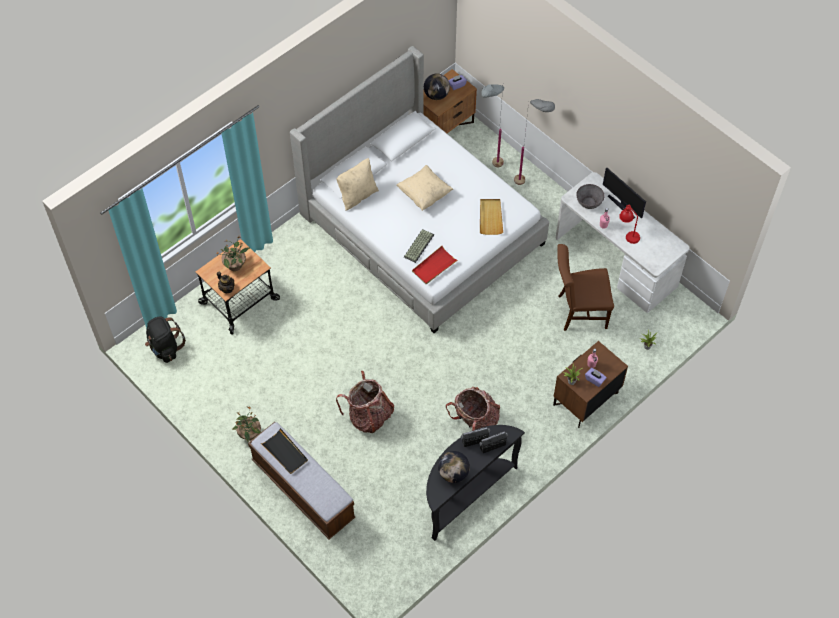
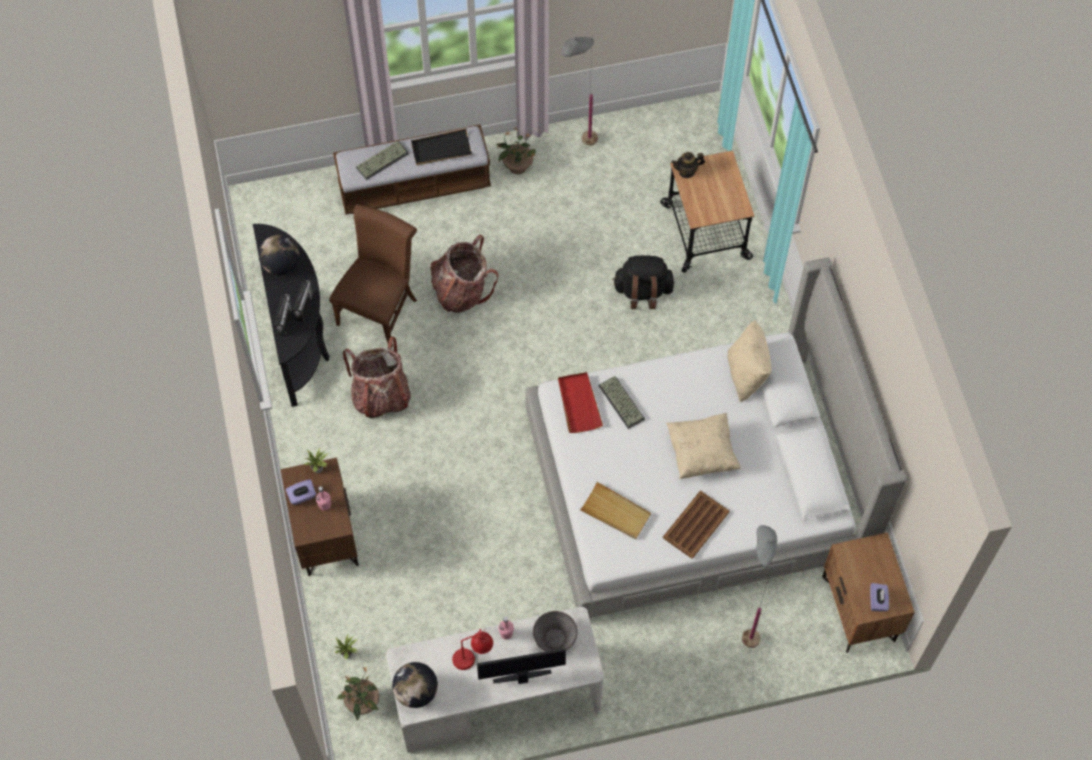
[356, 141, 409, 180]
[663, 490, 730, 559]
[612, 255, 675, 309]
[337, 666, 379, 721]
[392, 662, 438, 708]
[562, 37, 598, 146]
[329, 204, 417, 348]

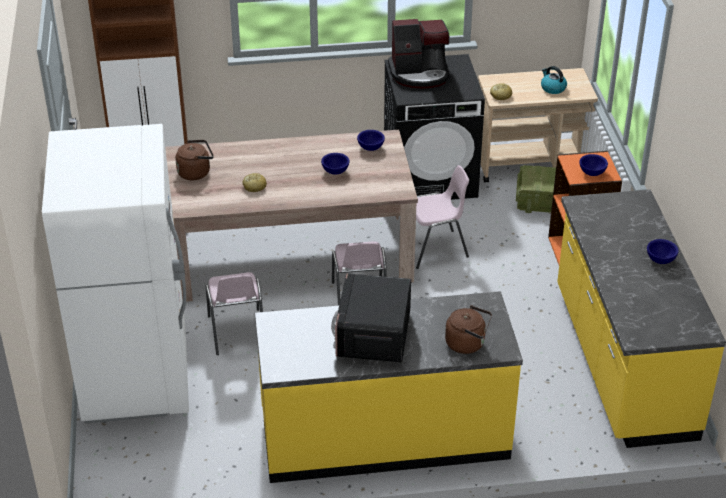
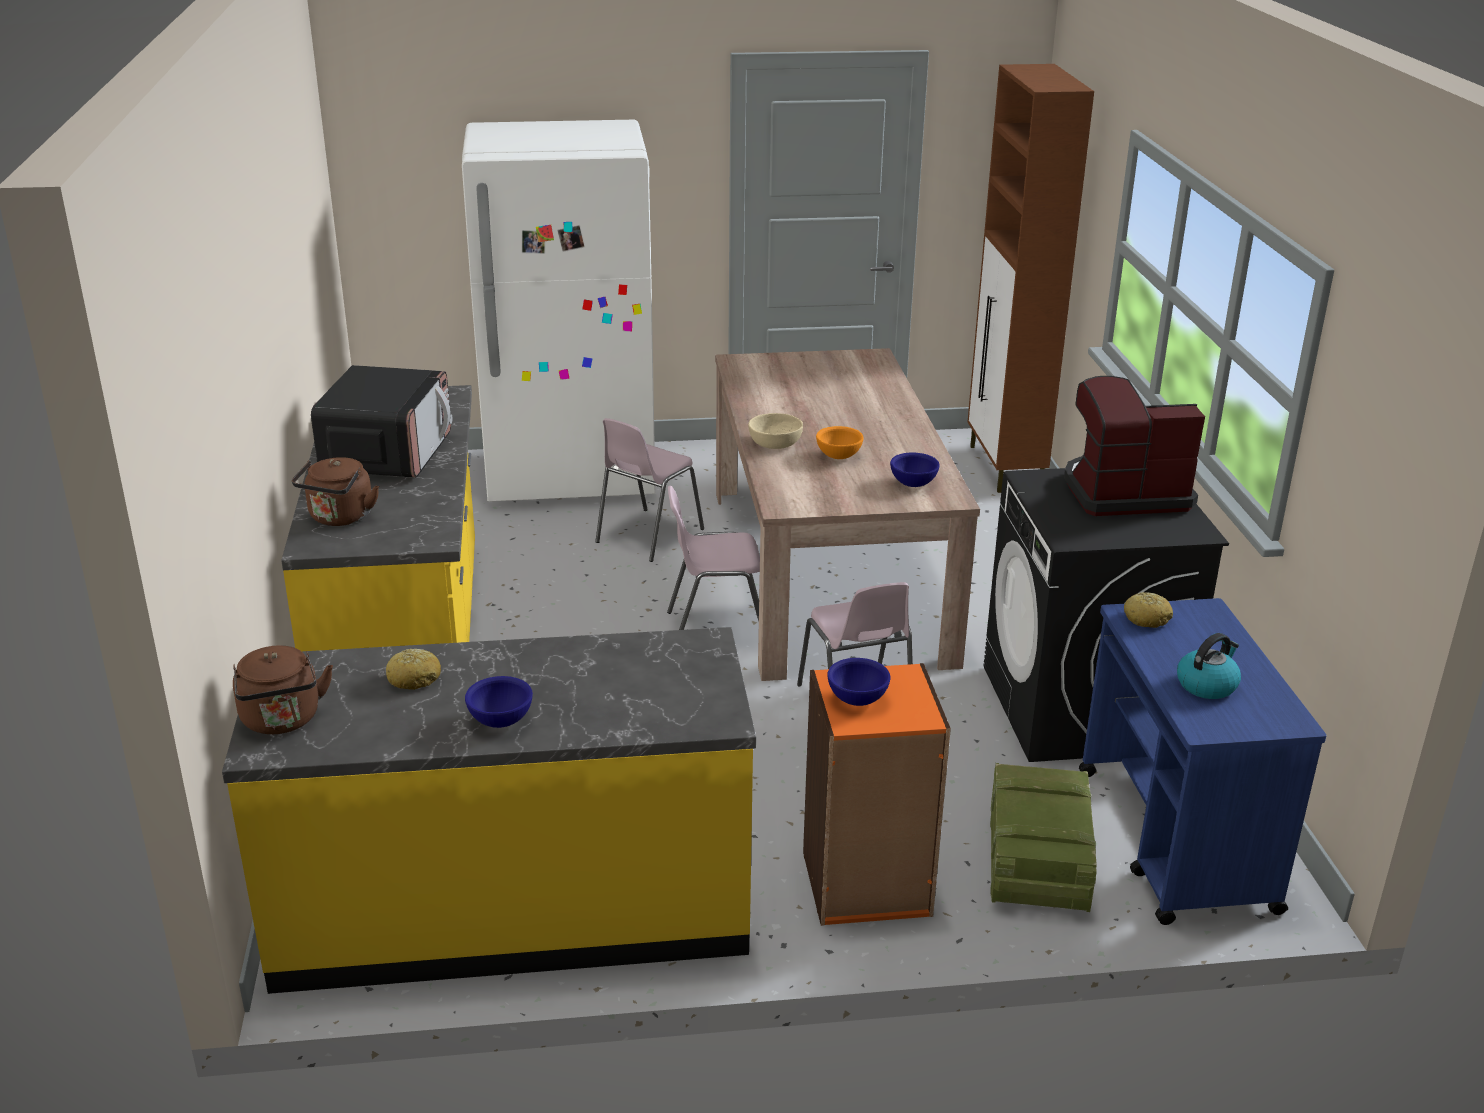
[748, 413, 803, 449]
[233, 645, 333, 734]
[386, 649, 441, 690]
[816, 426, 864, 459]
[1079, 598, 1327, 925]
[595, 418, 704, 562]
[311, 365, 453, 478]
[1064, 376, 1205, 516]

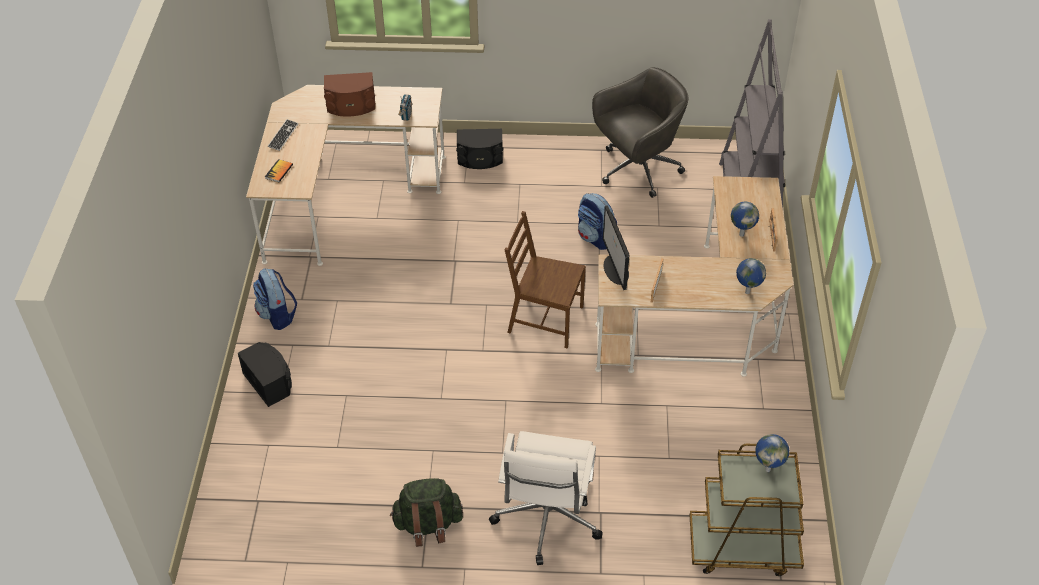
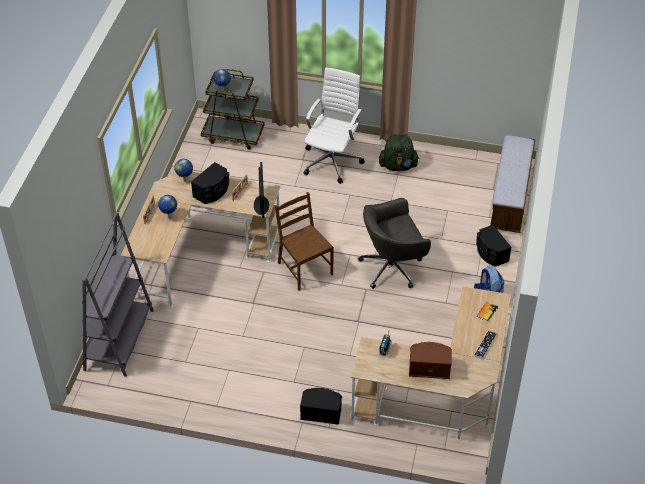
[578, 193, 617, 250] (first image)
[191, 162, 229, 204]
[490, 135, 535, 233]
[358, 198, 431, 289]
[275, 192, 334, 291]

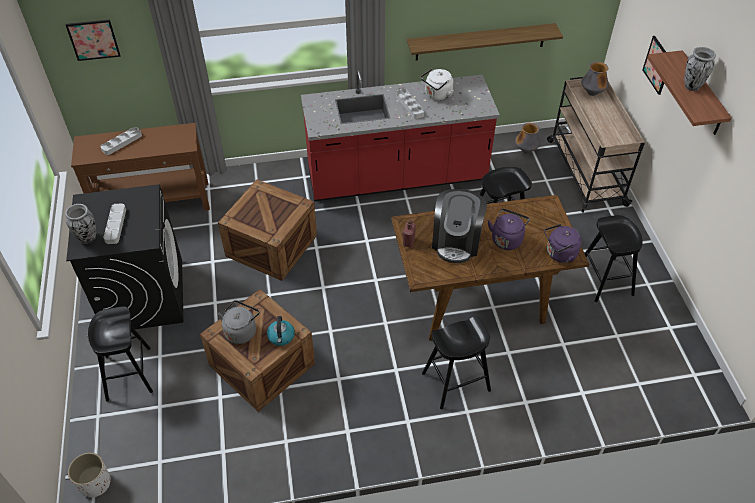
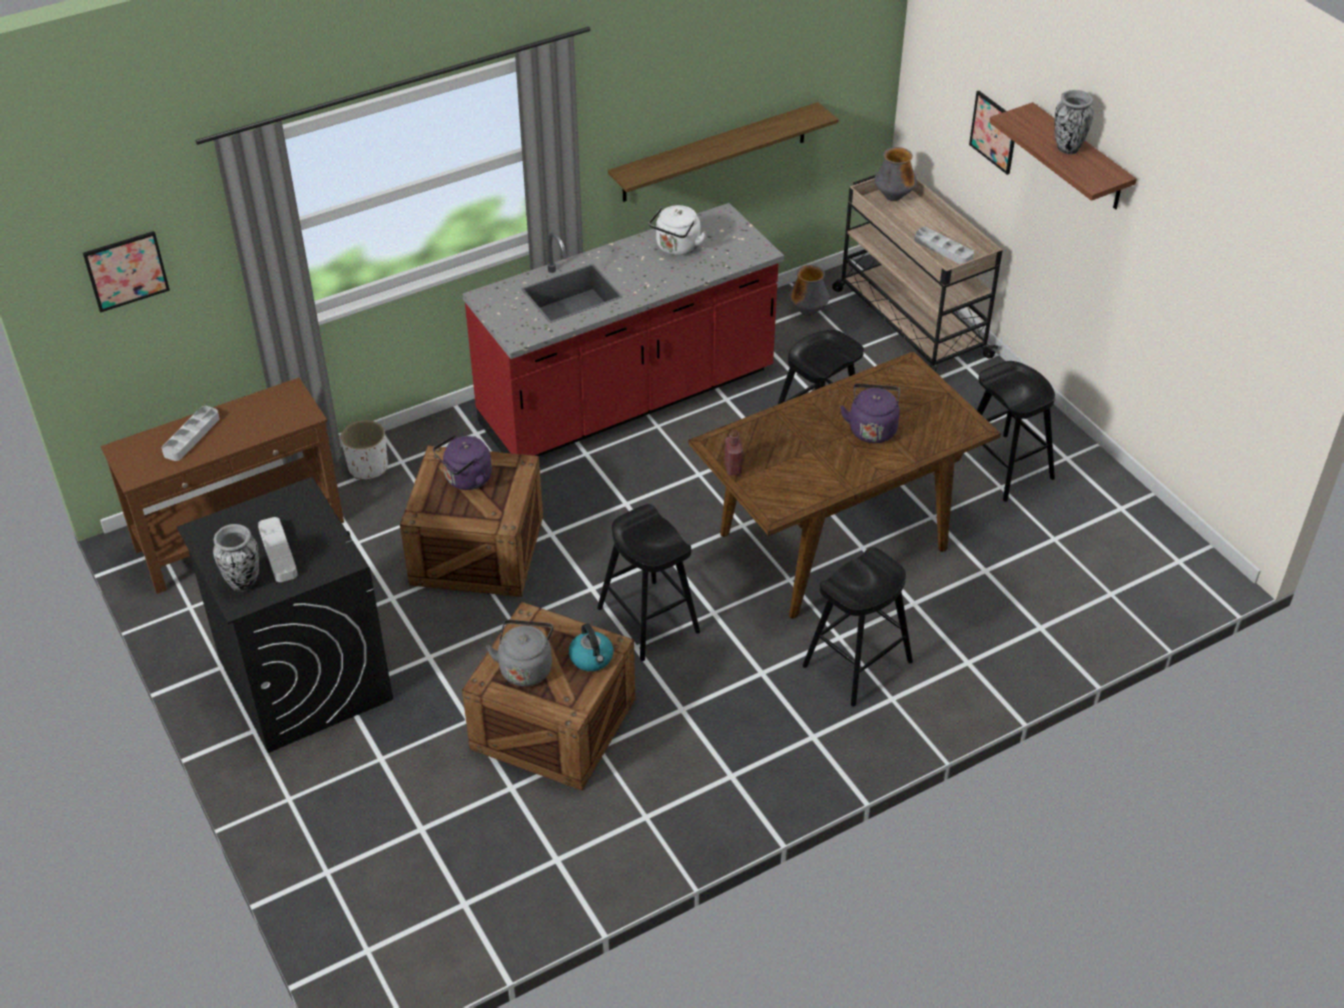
[432, 189, 487, 263] (first image)
[341, 420, 388, 479]
[597, 504, 700, 661]
[914, 227, 974, 264]
[433, 435, 492, 490]

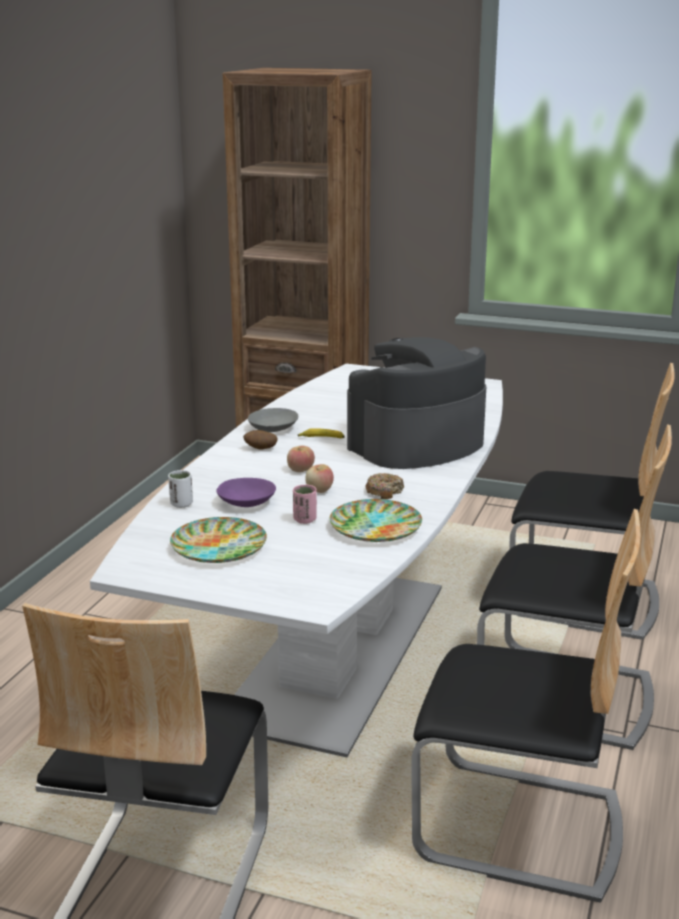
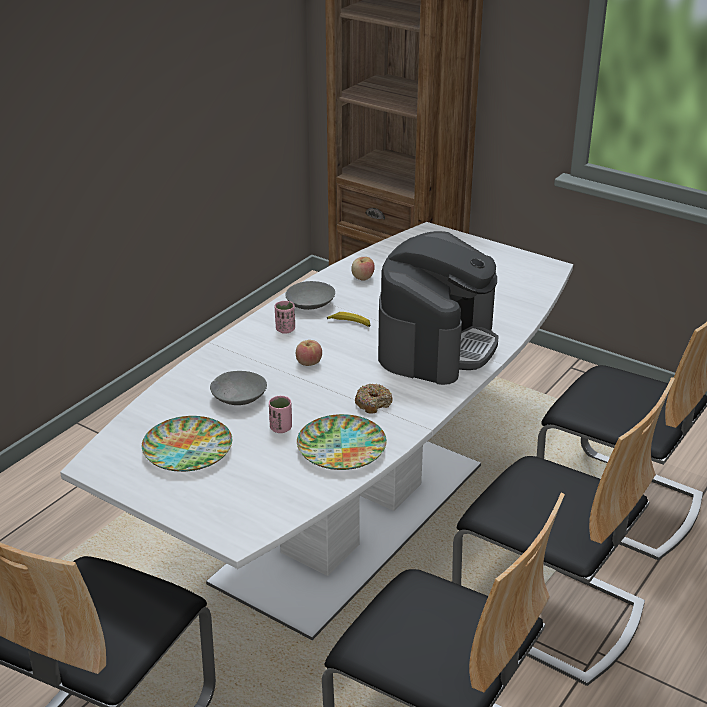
[168, 470, 193, 508] (first image)
[351, 257, 375, 280]
[275, 301, 295, 334]
[210, 371, 267, 405]
[378, 231, 499, 385]

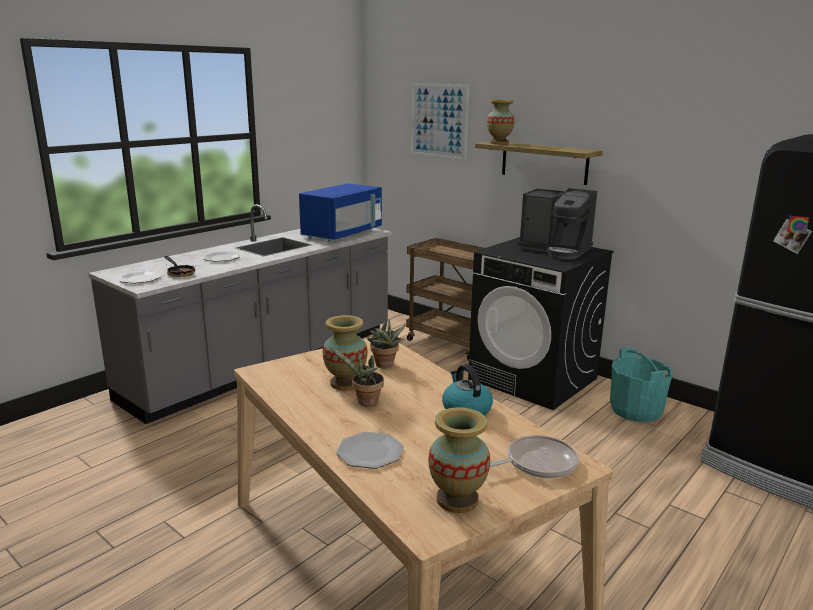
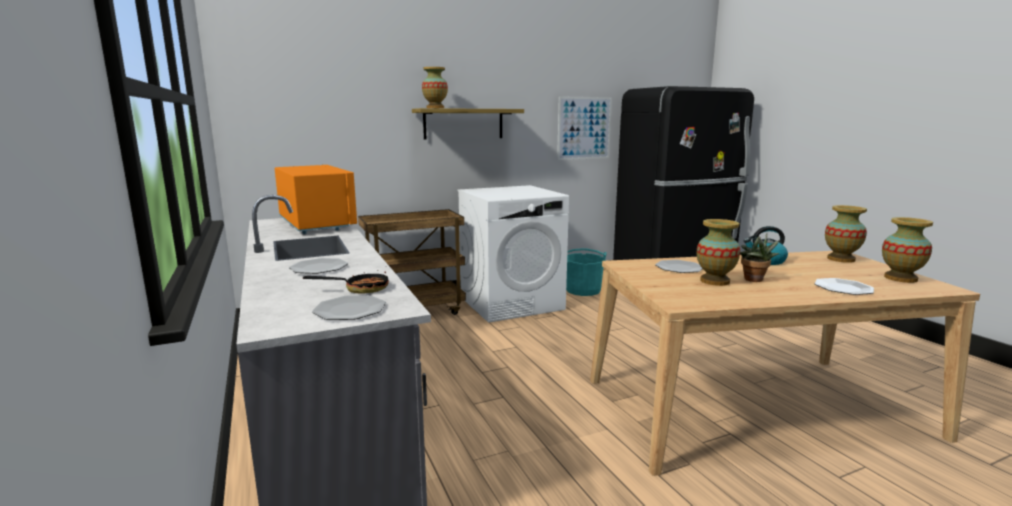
[517, 188, 597, 260] (first image)
[557, 96, 612, 160]
[655, 260, 703, 273]
[825, 205, 867, 263]
[275, 165, 357, 234]
[458, 185, 569, 323]

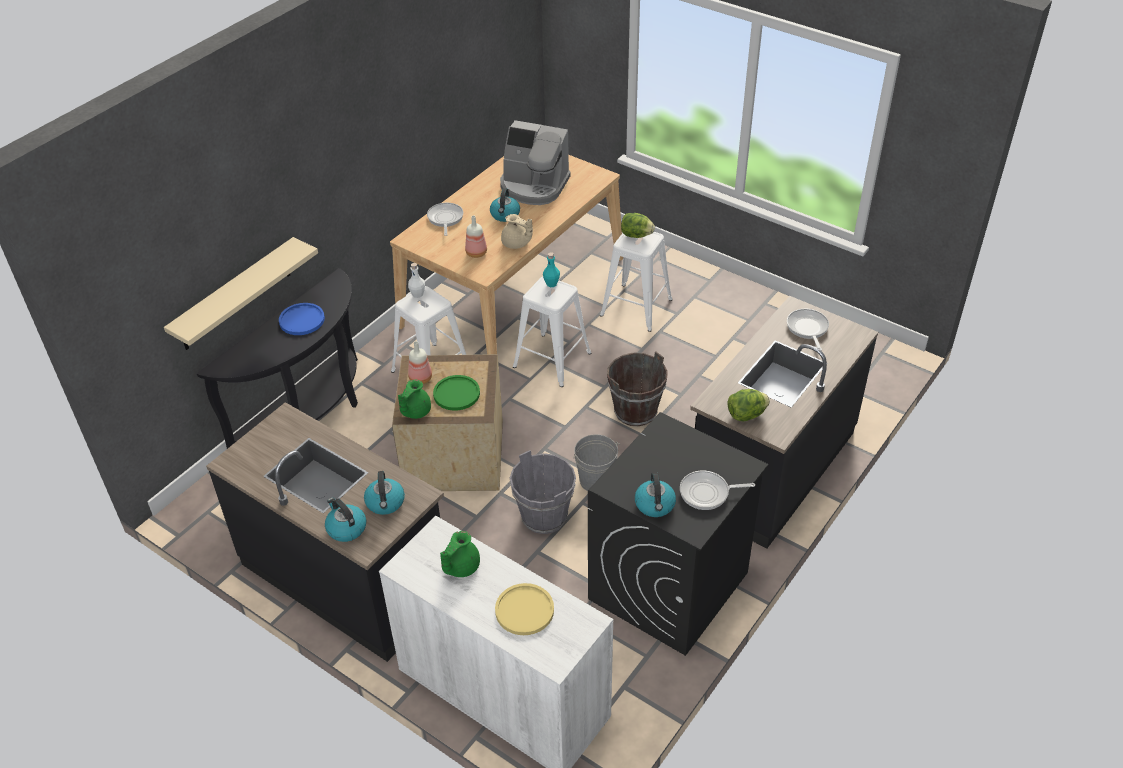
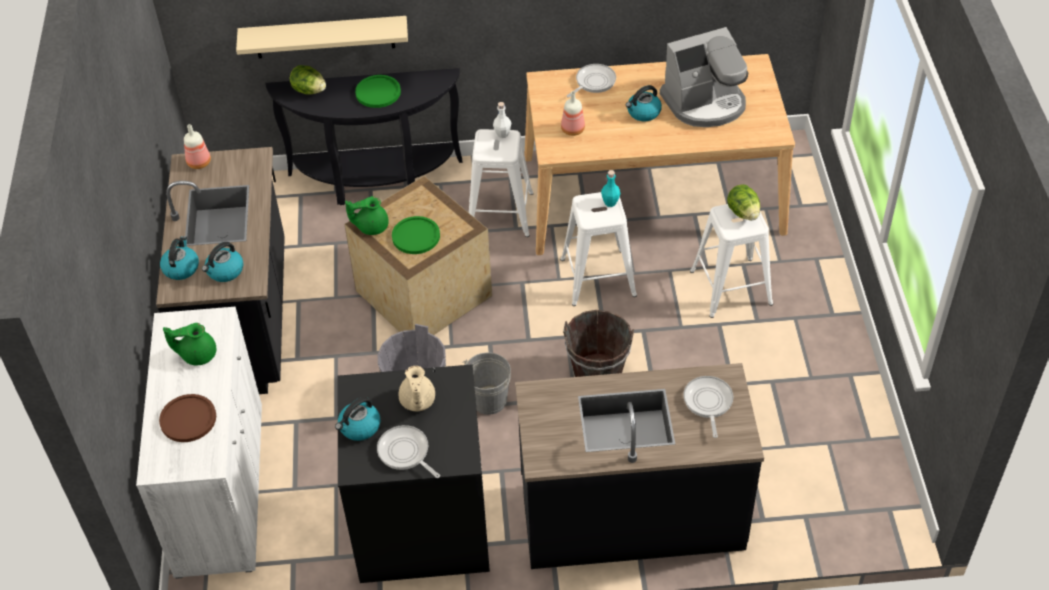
[184, 124, 211, 169]
[399, 366, 435, 411]
[290, 65, 326, 95]
[355, 75, 401, 108]
[159, 394, 216, 442]
[660, 27, 748, 127]
[683, 376, 733, 438]

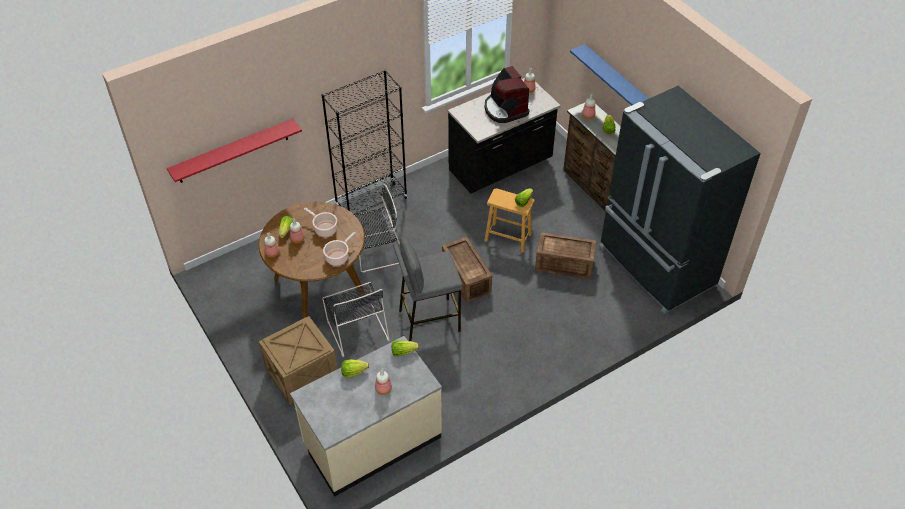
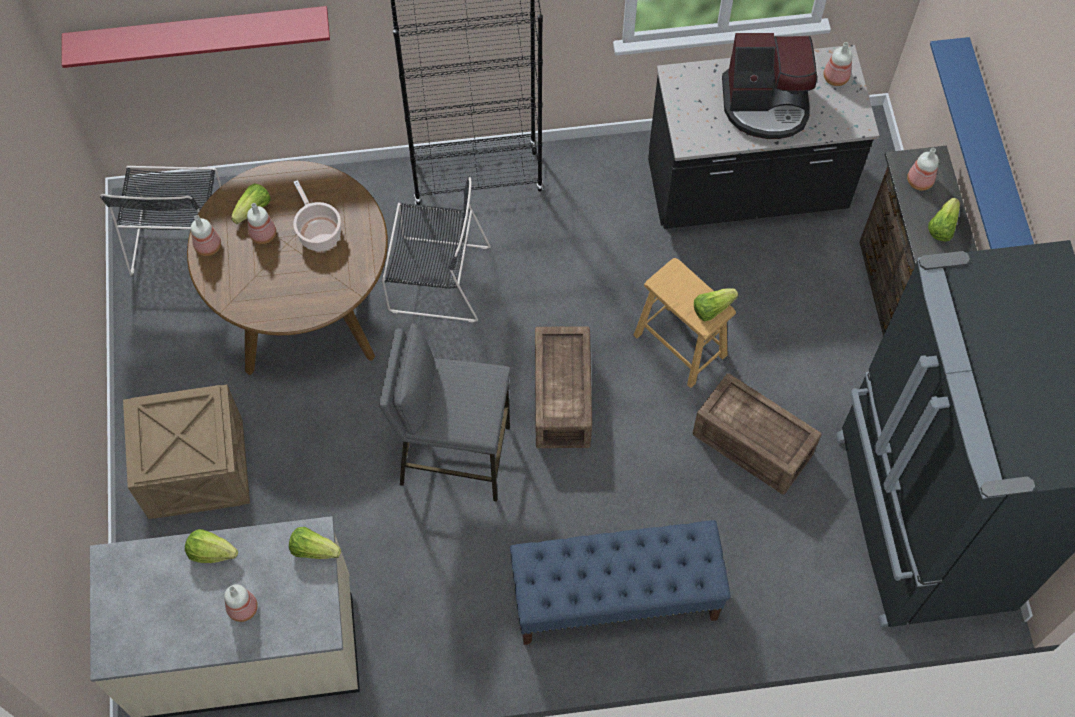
[323, 232, 356, 266] (first image)
[510, 520, 731, 645]
[100, 166, 221, 276]
[722, 33, 817, 139]

